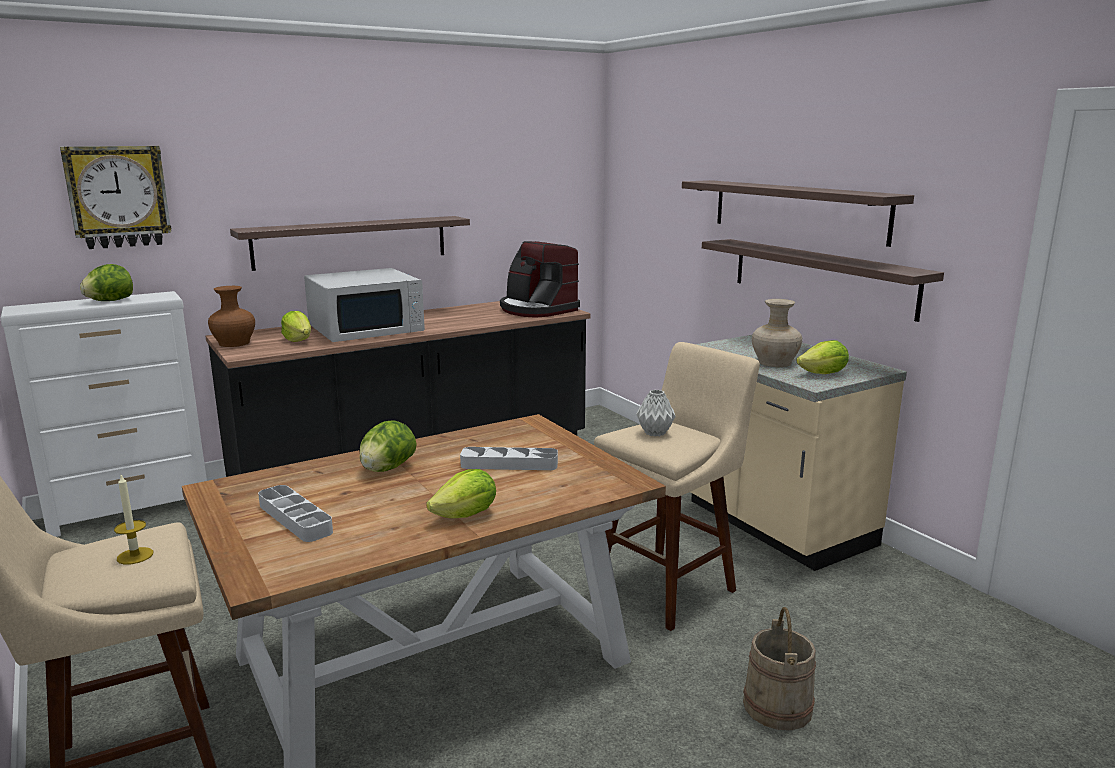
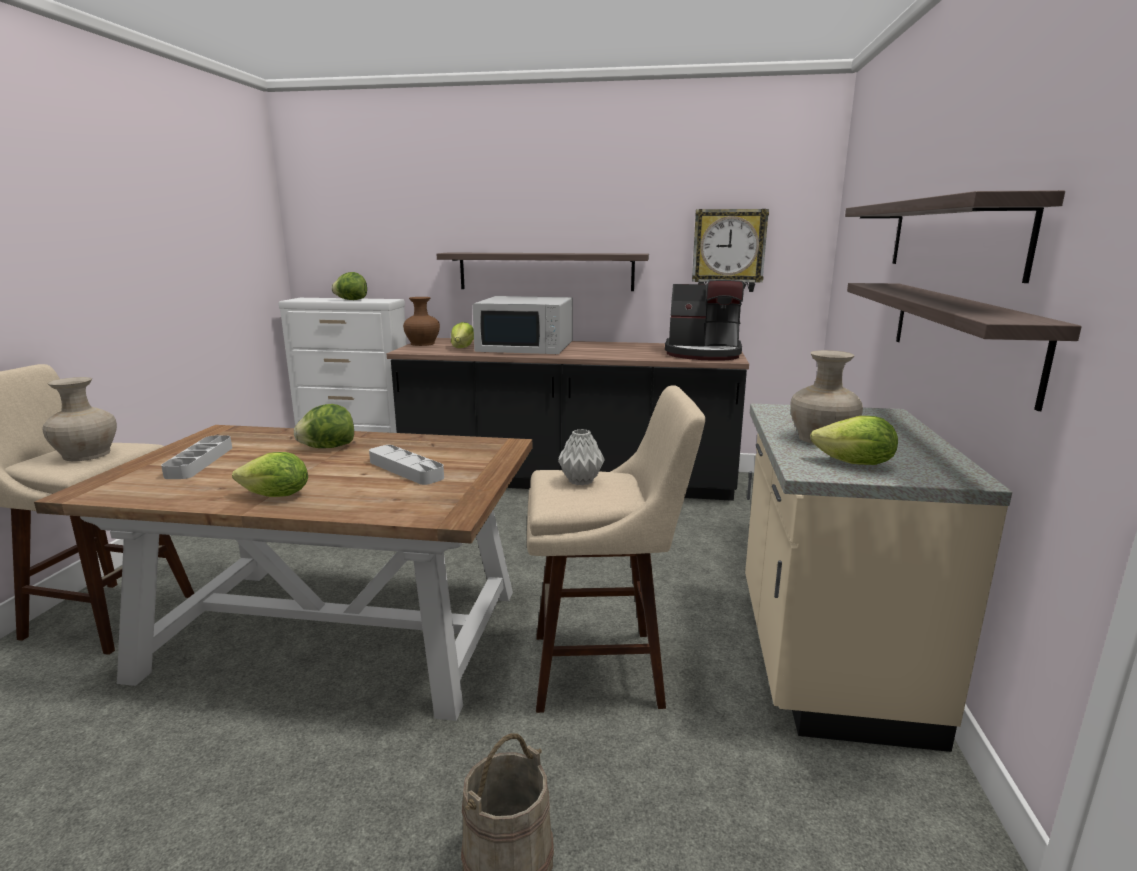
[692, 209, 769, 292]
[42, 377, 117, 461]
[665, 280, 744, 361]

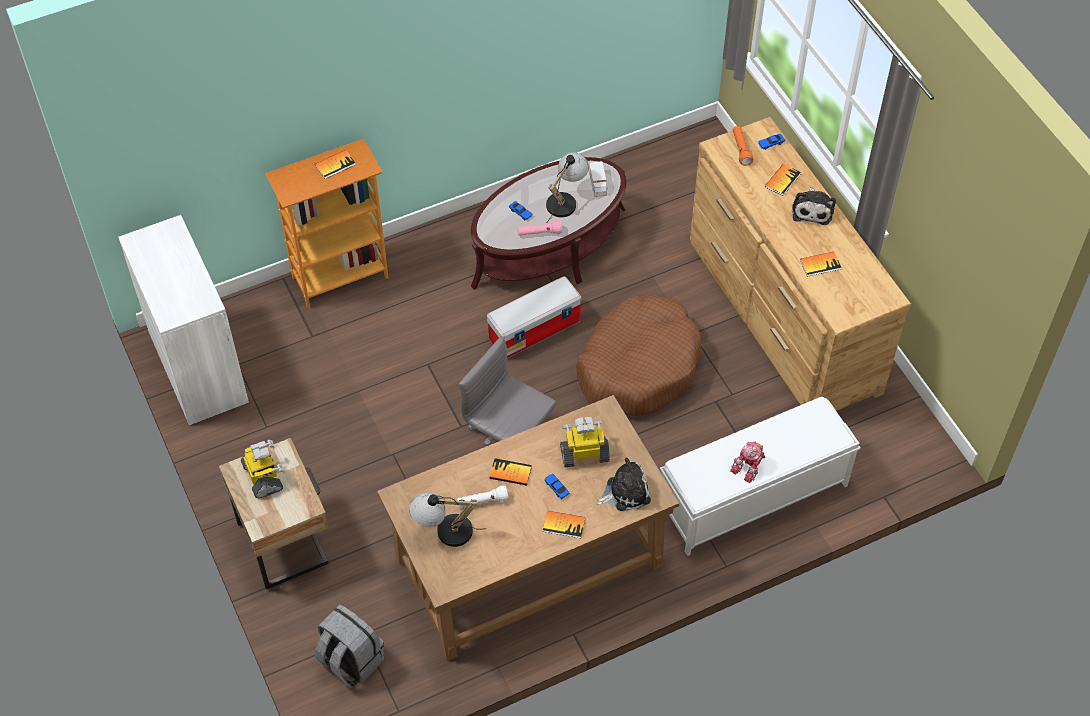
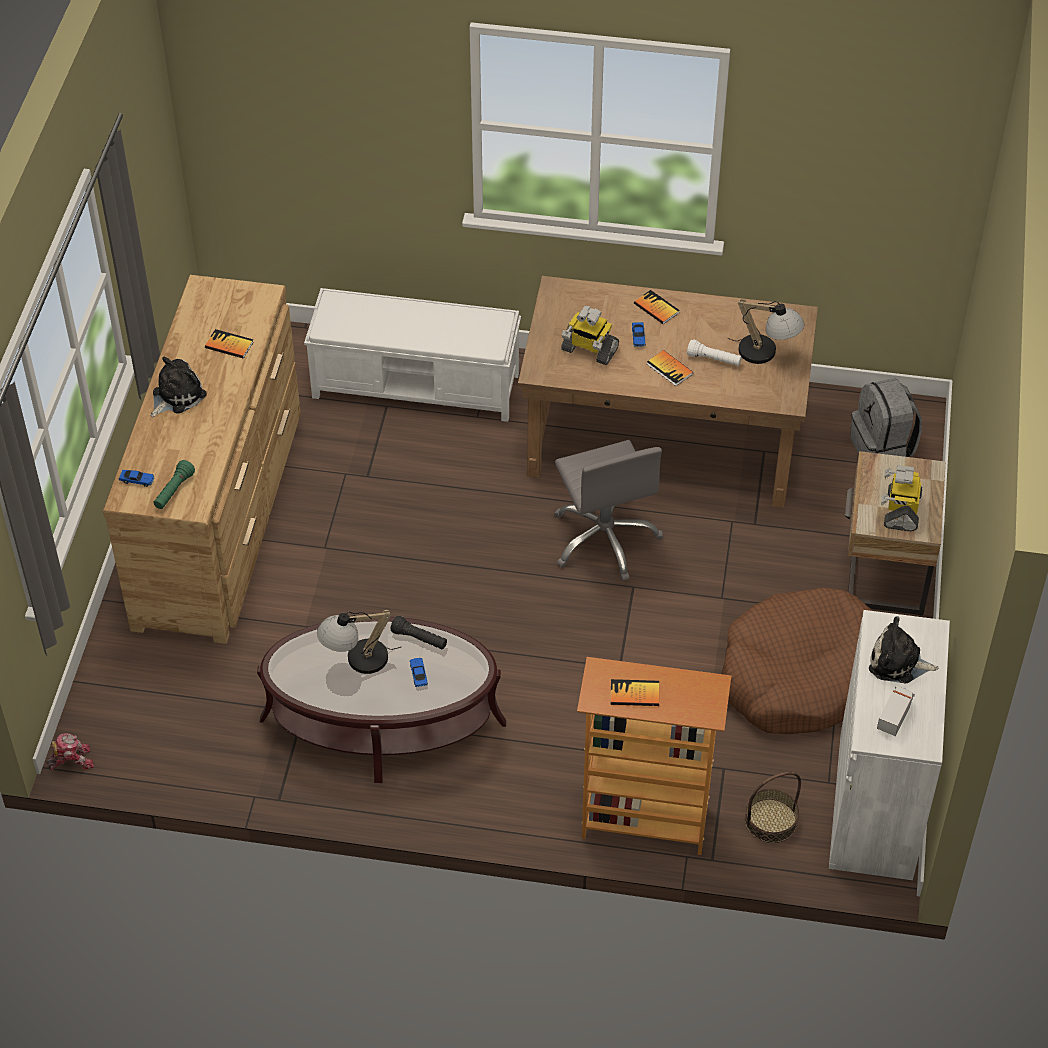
[487, 276, 581, 359] (first image)
[765, 164, 801, 196] (first image)
[745, 772, 801, 843]
[721, 588, 873, 734]
[877, 687, 915, 736]
[869, 616, 939, 684]
[47, 733, 94, 771]
[391, 616, 447, 649]
[153, 460, 195, 509]

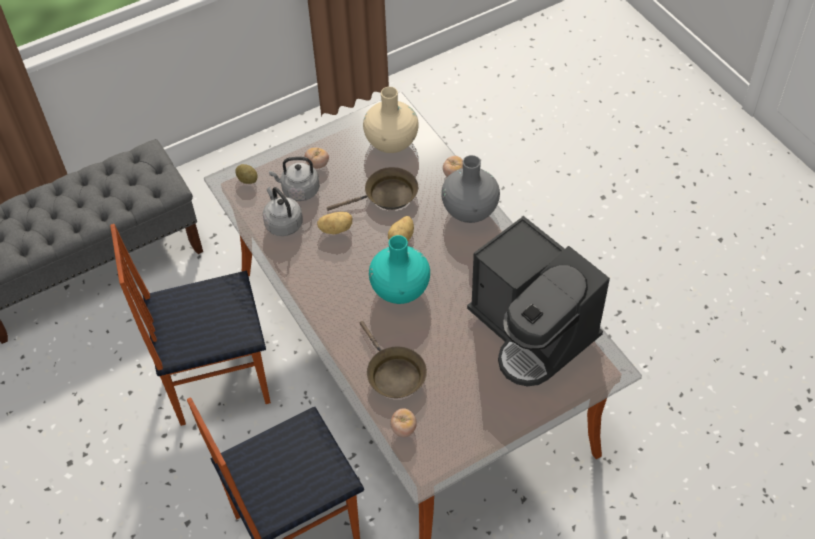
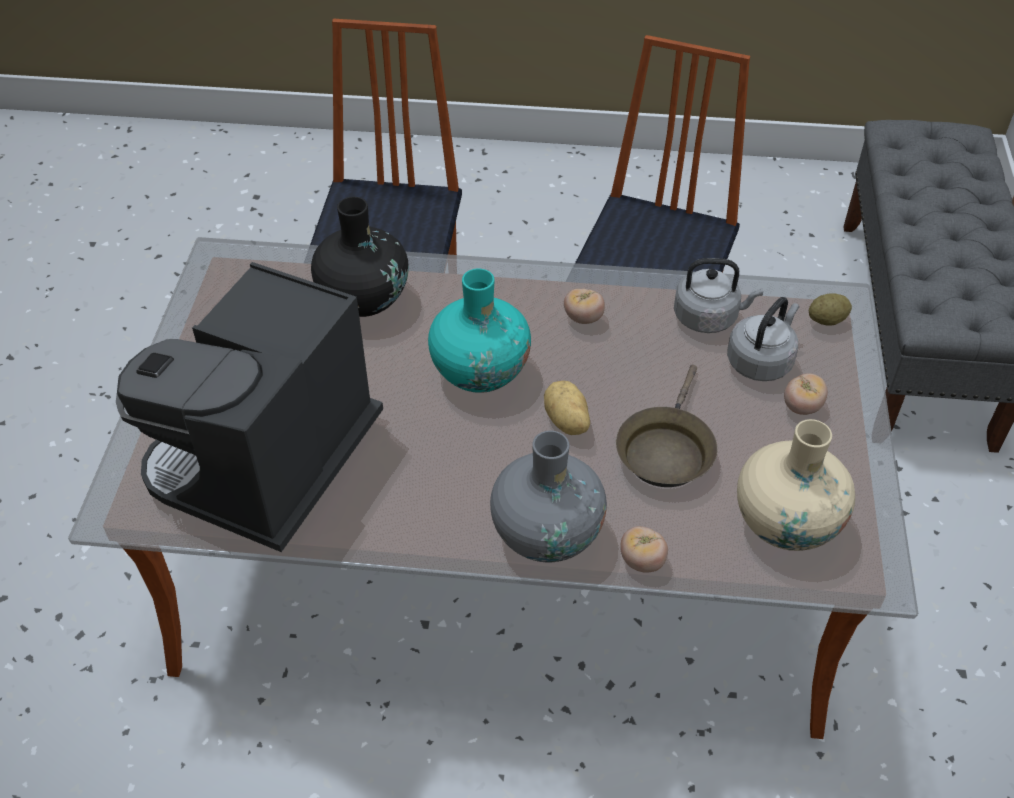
[317, 212, 352, 234] (first image)
[564, 289, 605, 324]
[311, 197, 409, 317]
[116, 262, 383, 552]

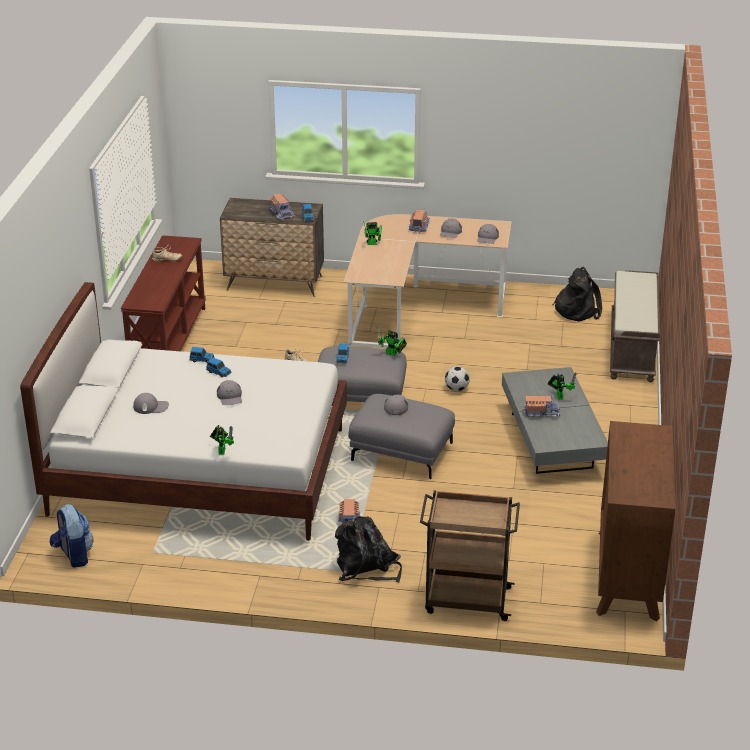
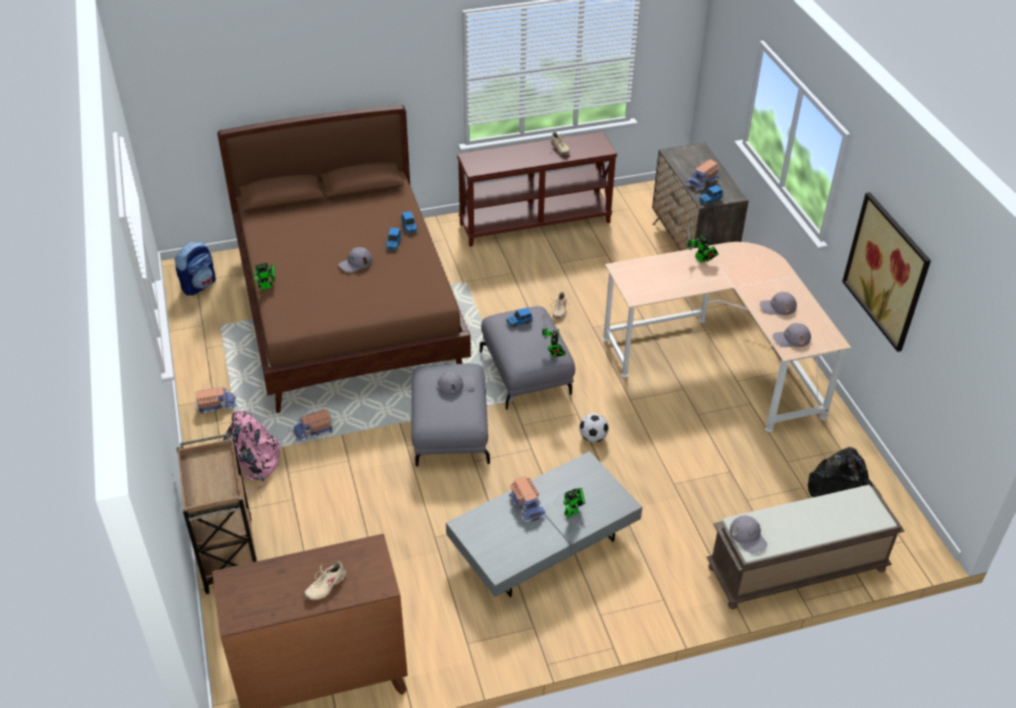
[304, 561, 346, 600]
[842, 192, 931, 352]
[730, 515, 768, 553]
[195, 387, 237, 414]
[217, 105, 471, 413]
[223, 410, 284, 492]

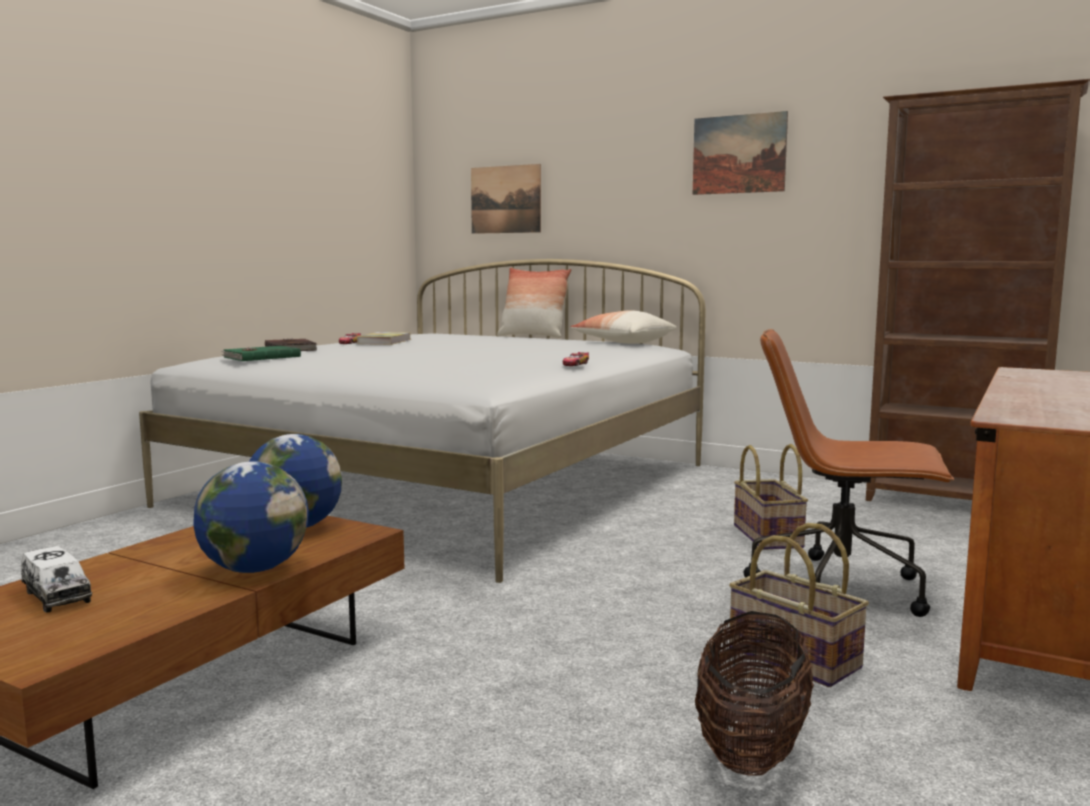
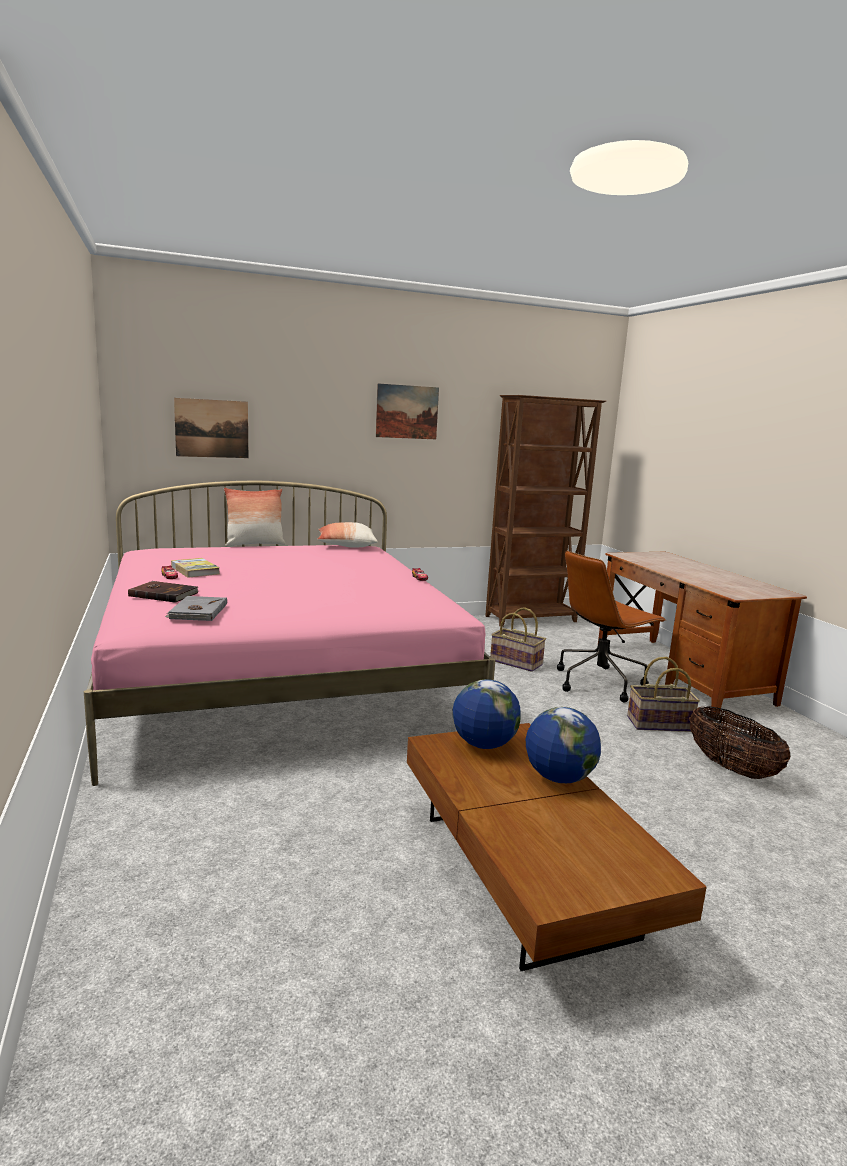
[21, 546, 92, 613] (first image)
[84, 481, 496, 786]
[165, 596, 227, 621]

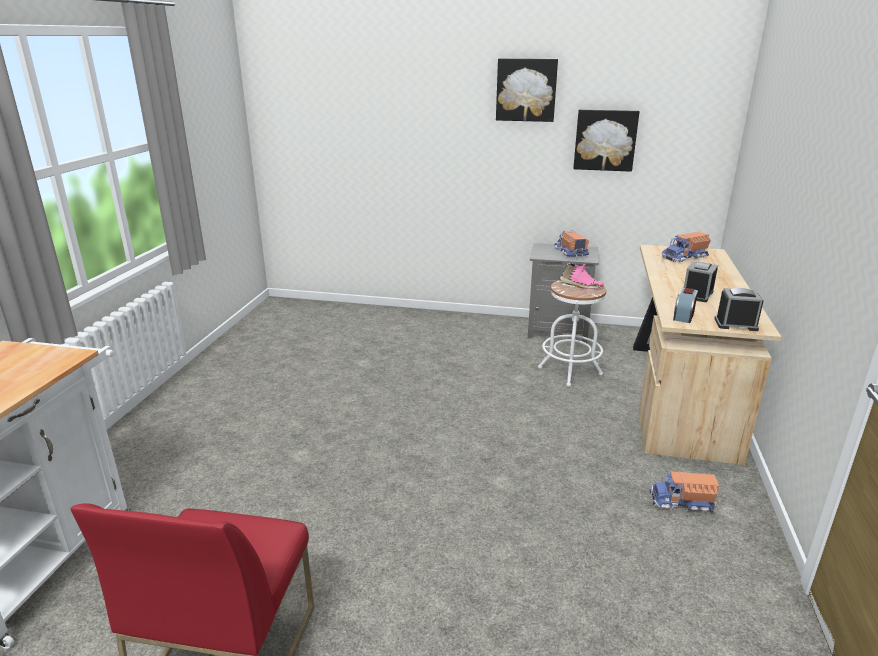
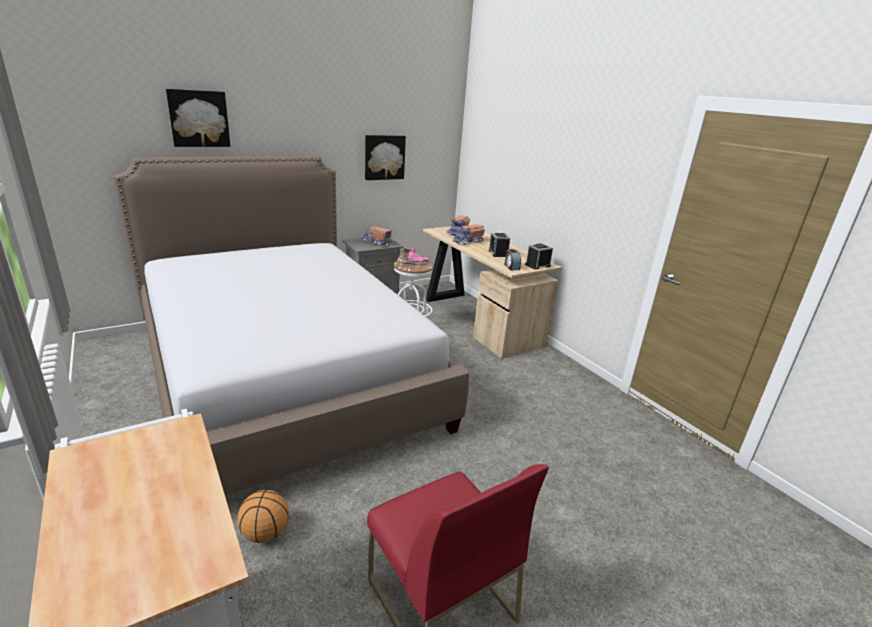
[113, 156, 469, 496]
[237, 490, 289, 543]
[166, 89, 230, 147]
[452, 224, 485, 245]

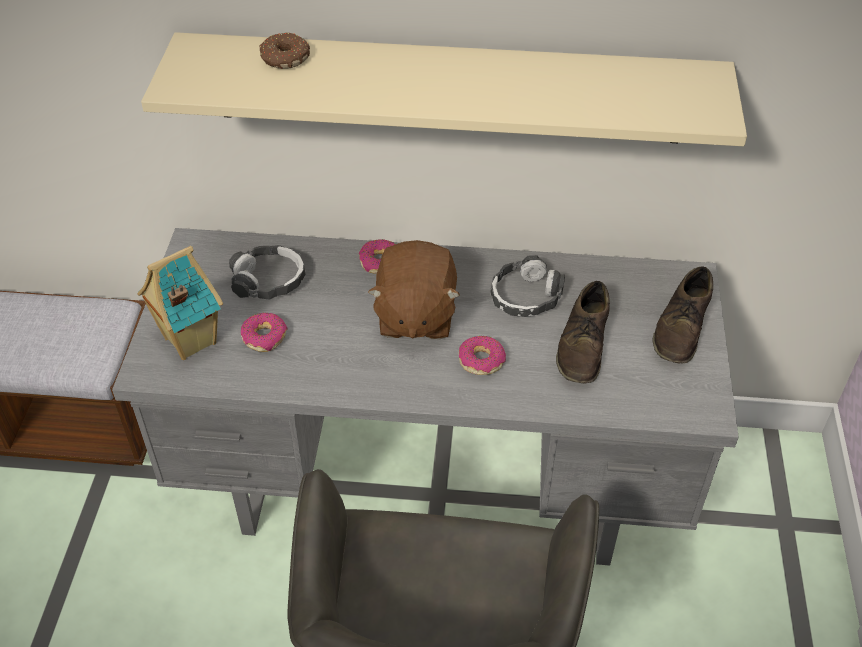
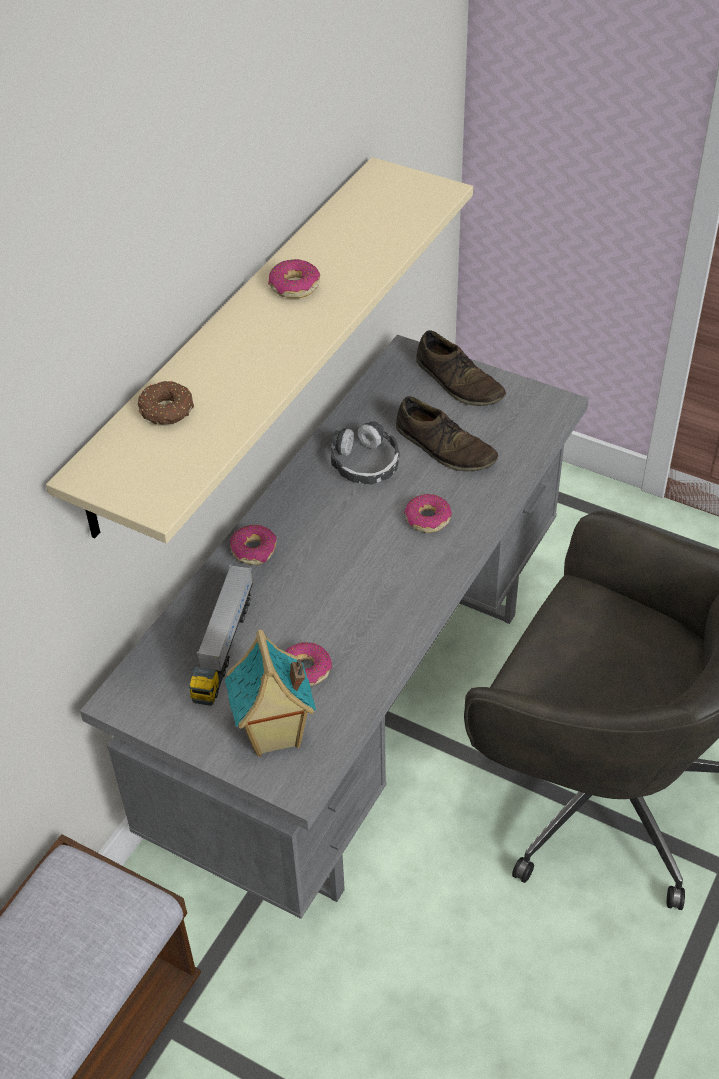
[368, 240, 460, 339] (first image)
[268, 259, 320, 298]
[189, 565, 253, 706]

